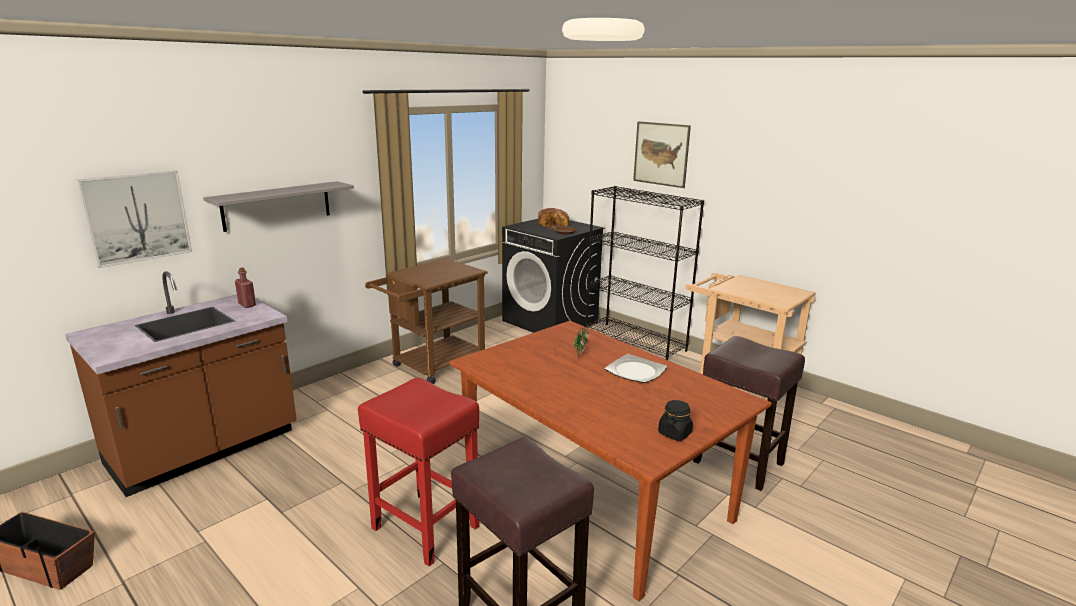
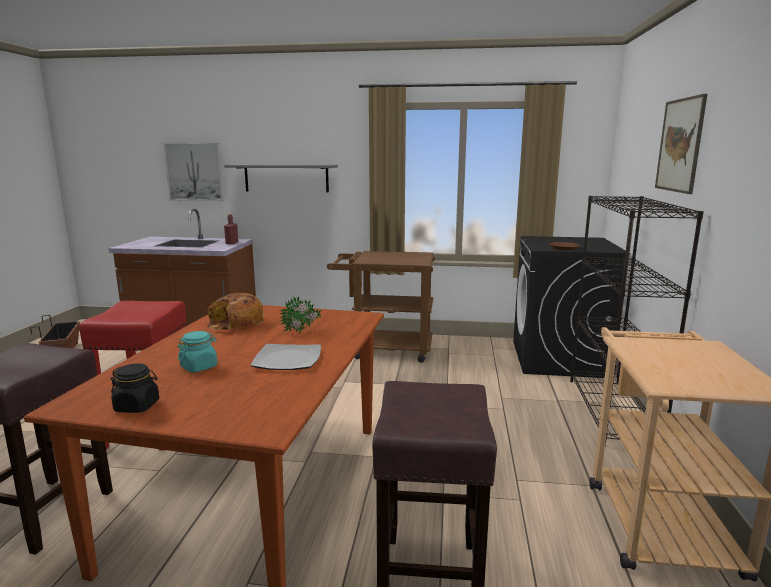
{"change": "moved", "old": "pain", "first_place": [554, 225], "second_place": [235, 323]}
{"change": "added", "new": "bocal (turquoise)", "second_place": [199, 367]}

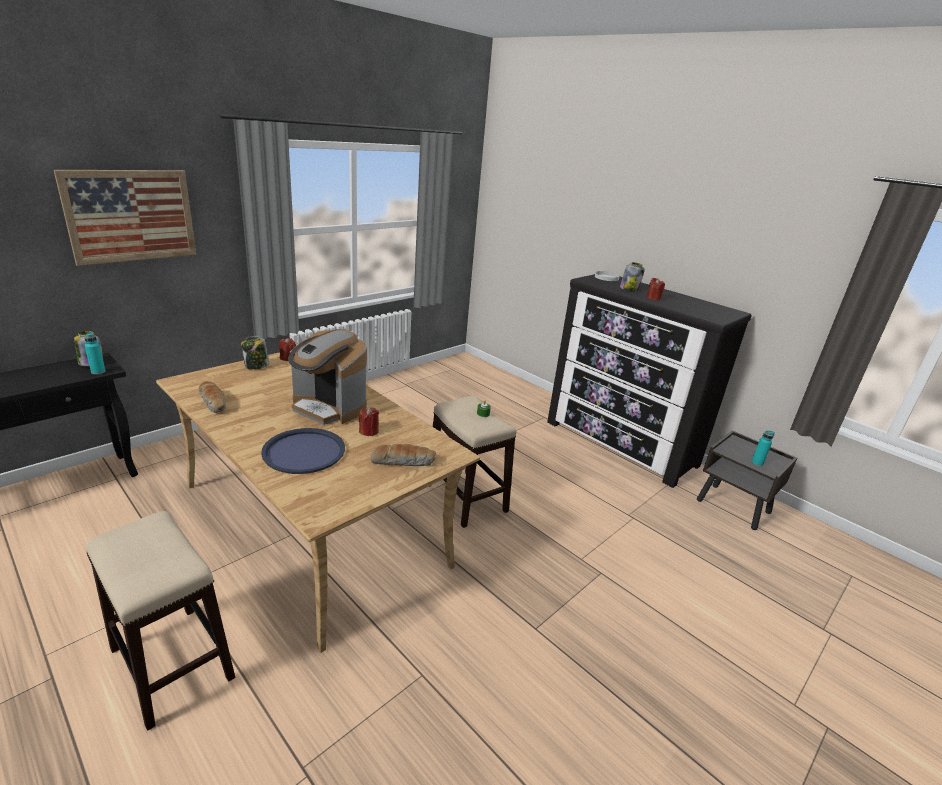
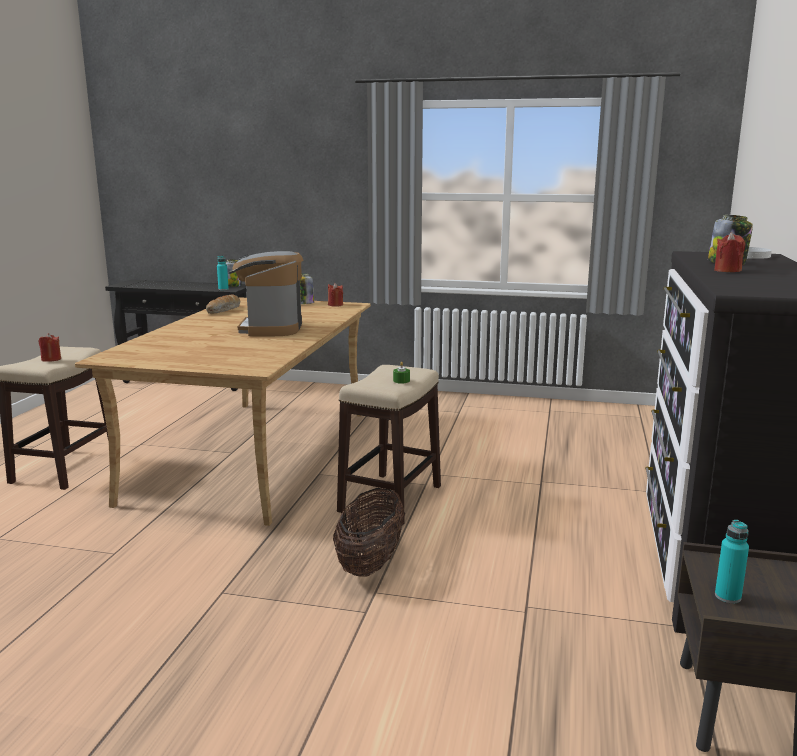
{"change": "removed", "old": "tableau", "first_place": [131, 216]}
{"change": "removed", "old": "plateau (bleu)", "first_place": [304, 451]}
{"change": "moved", "old": "bougie (rouge)", "first_place": [369, 431], "second_place": [51, 359]}
{"change": "removed", "old": "pain", "first_place": [403, 461]}
{"change": "added", "new": "panier", "second_place": [370, 562]}

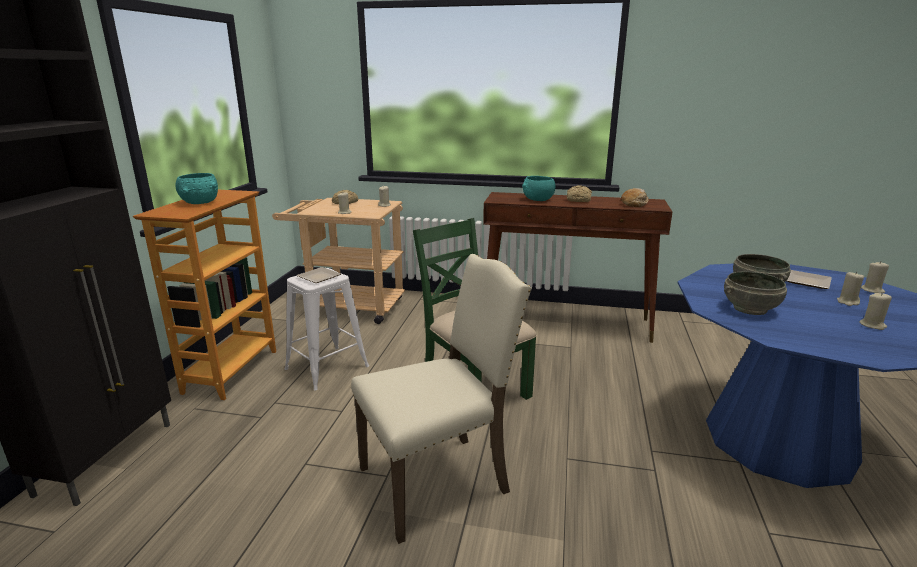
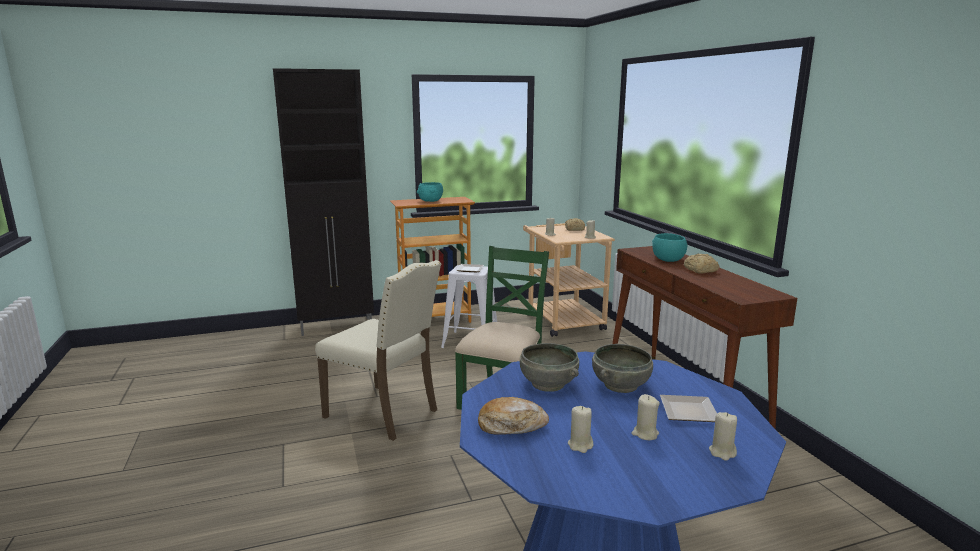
{"change": "moved", "old": "pain", "first_place": [634, 203], "second_place": [511, 425]}

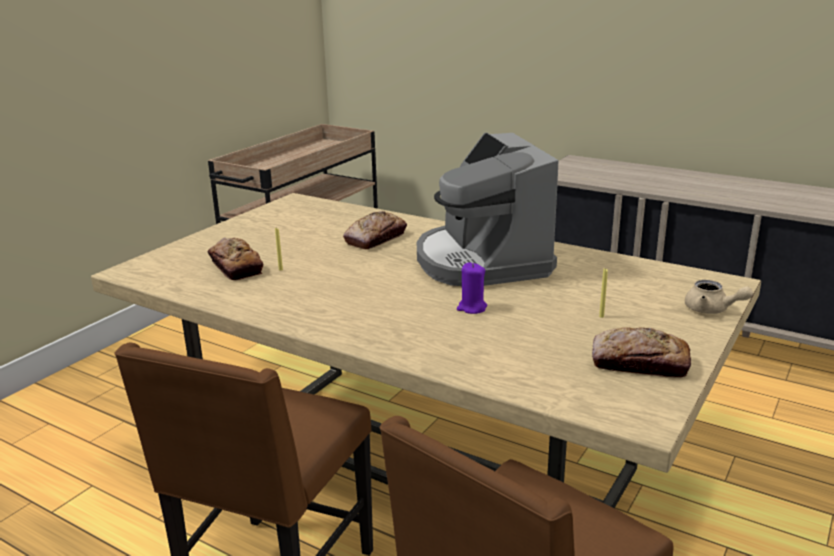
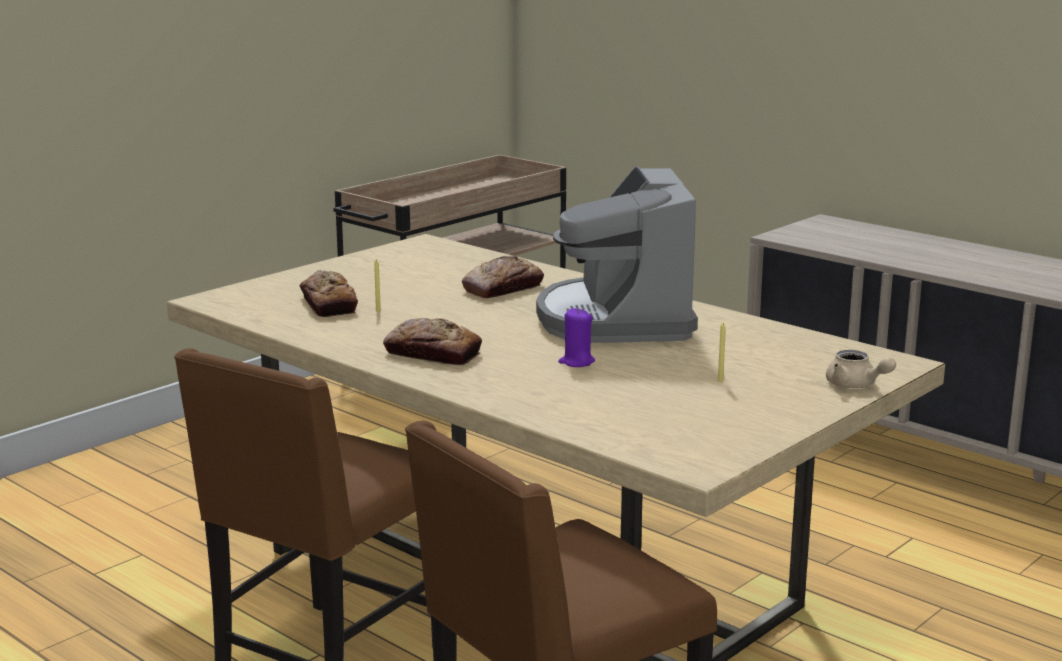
{"change": "moved", "old": "pain", "first_place": [639, 363], "second_place": [432, 353]}

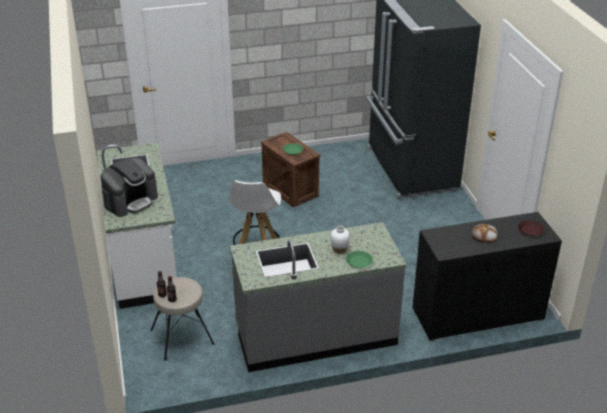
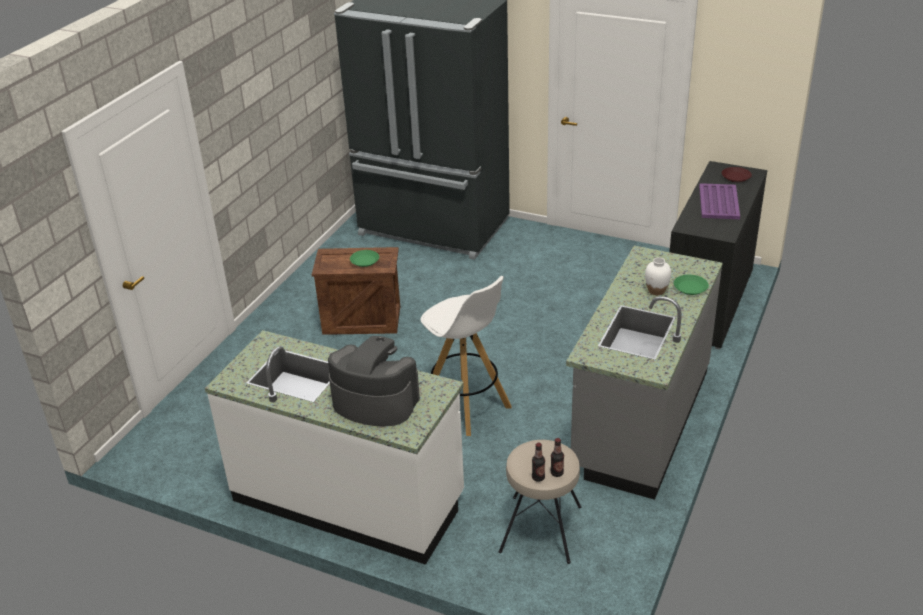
{"change": "turned", "old": "machine à café", "first_place": [131, 201], "second_place": [375, 402], "degrees": -60}
{"change": "replaced", "old": "pain", "new": "plateau (violet)", "first_place": [484, 235], "second_place": [719, 202]}

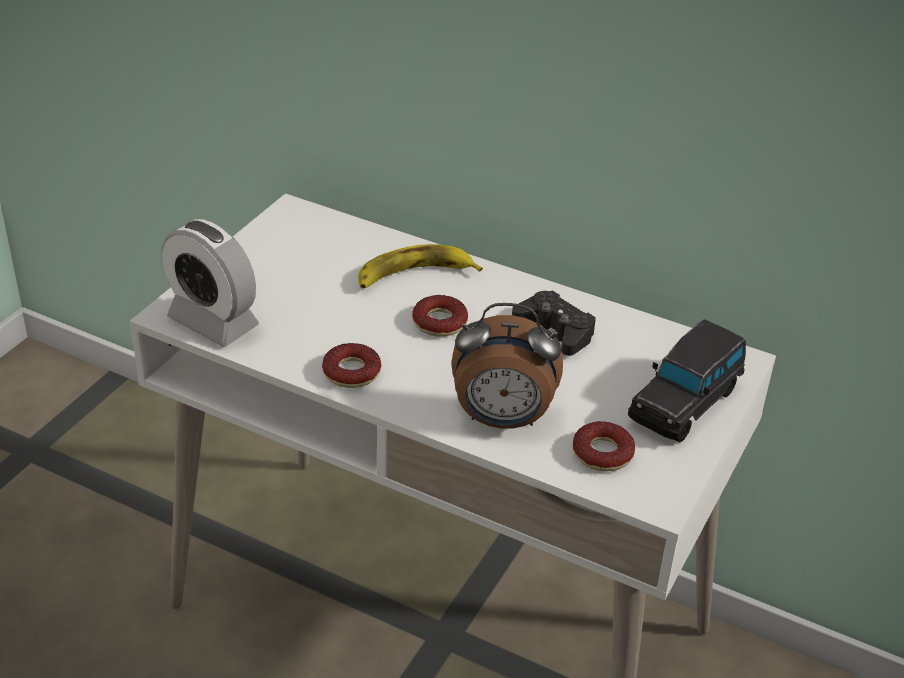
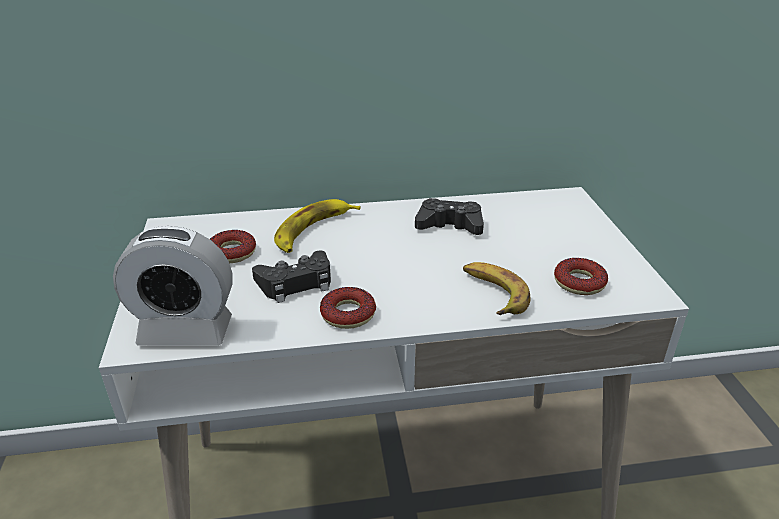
{"change": "moved", "old": "beignet", "first_place": [439, 322], "second_place": [232, 252]}
{"change": "replaced", "old": "réveil", "new": "banane", "first_place": [502, 420], "second_place": [493, 293]}
{"change": "removed", "old": "petite voiture (noir)", "first_place": [686, 403]}
{"change": "added", "new": "manette (noir)", "second_place": [296, 283]}

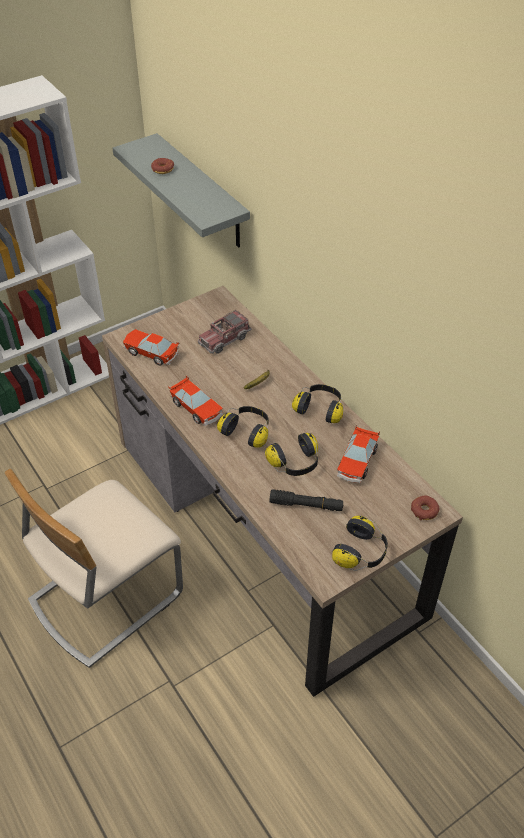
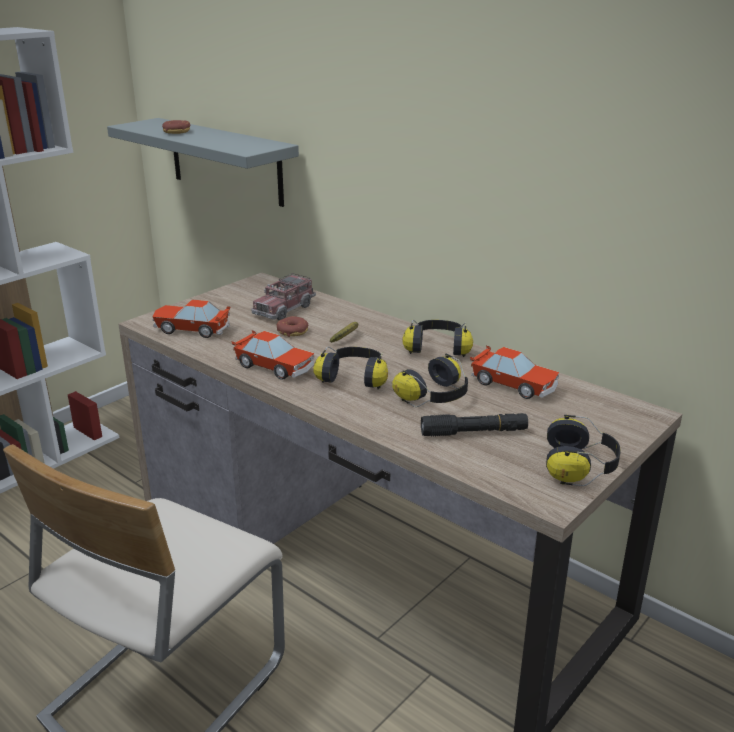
{"change": "turned", "old": "petite voiture", "first_place": [357, 462], "second_place": [514, 385], "degrees": -60}
{"change": "moved", "old": "beignet", "first_place": [424, 511], "second_place": [293, 331]}

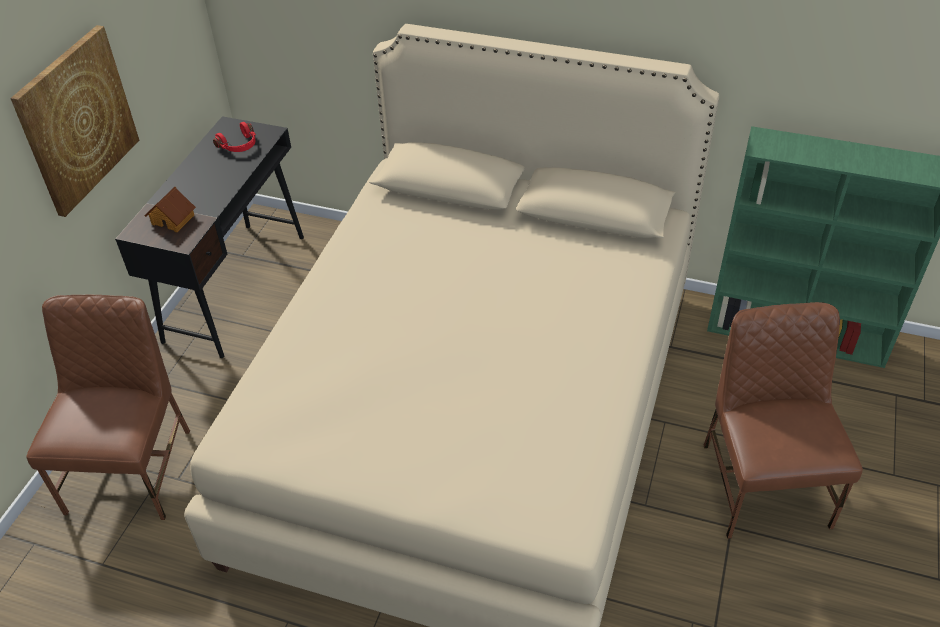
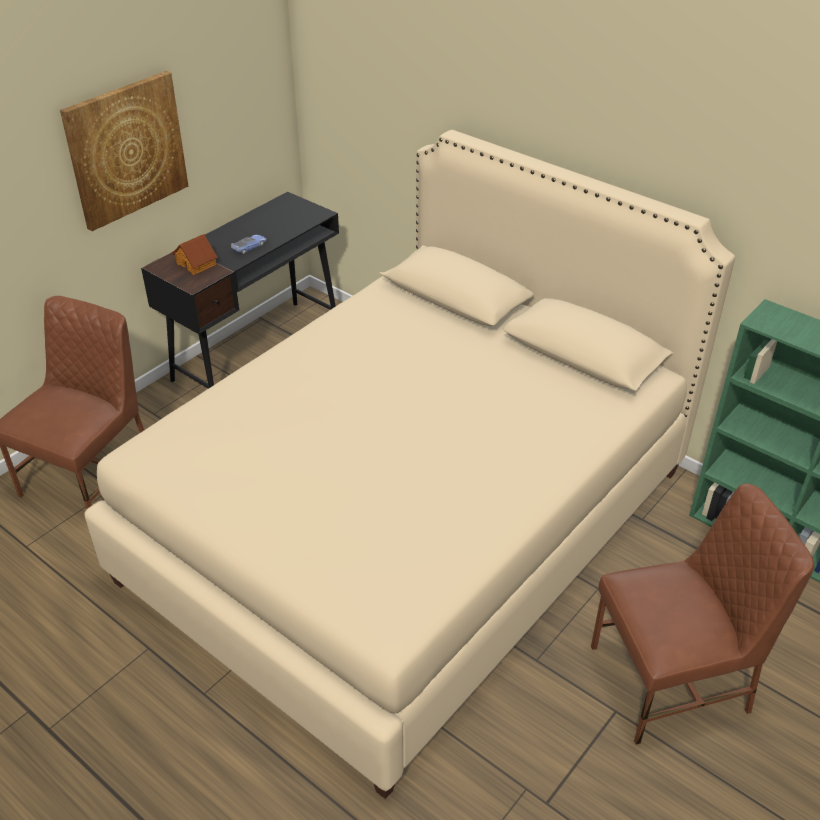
{"change": "removed", "old": "casque audio (rouge)", "first_place": [239, 146]}
{"change": "turned", "old": "chaise (marron)", "first_place": [763, 483], "second_place": [673, 680], "degrees": 60}
{"change": "added", "new": "petite voiture", "second_place": [249, 246]}

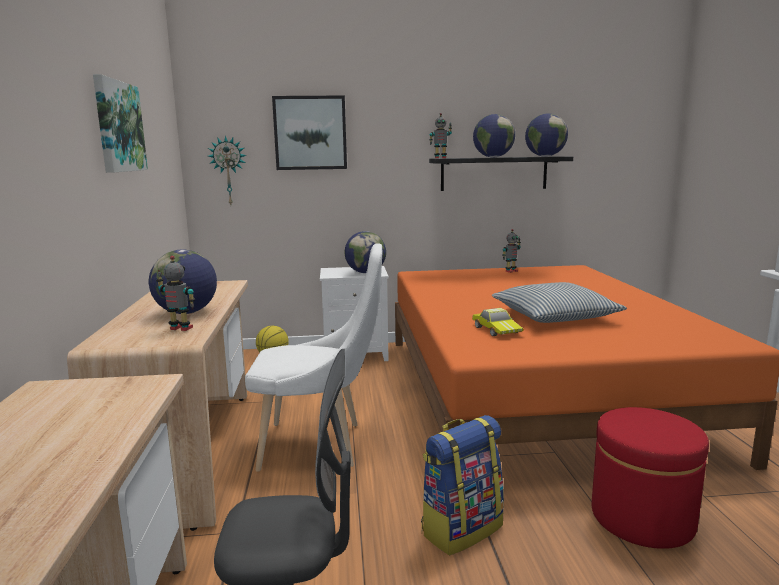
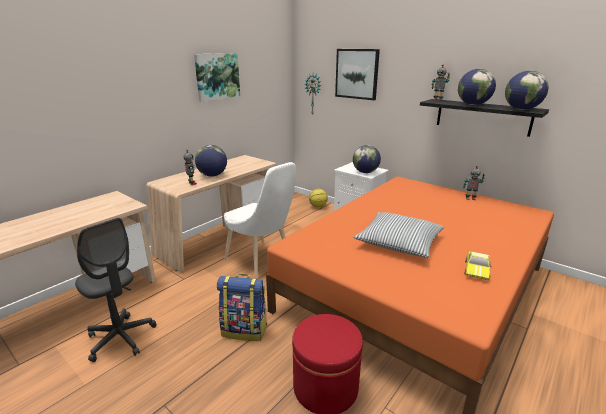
{"change": "moved", "old": "petite voiture", "first_place": [497, 329], "second_place": [477, 270]}

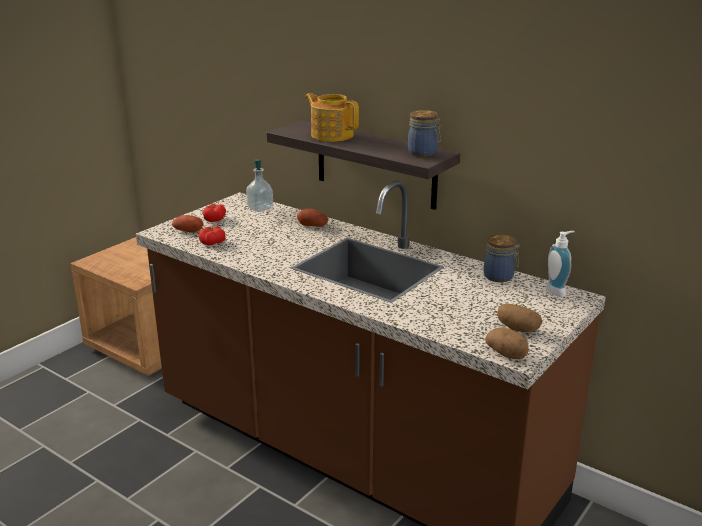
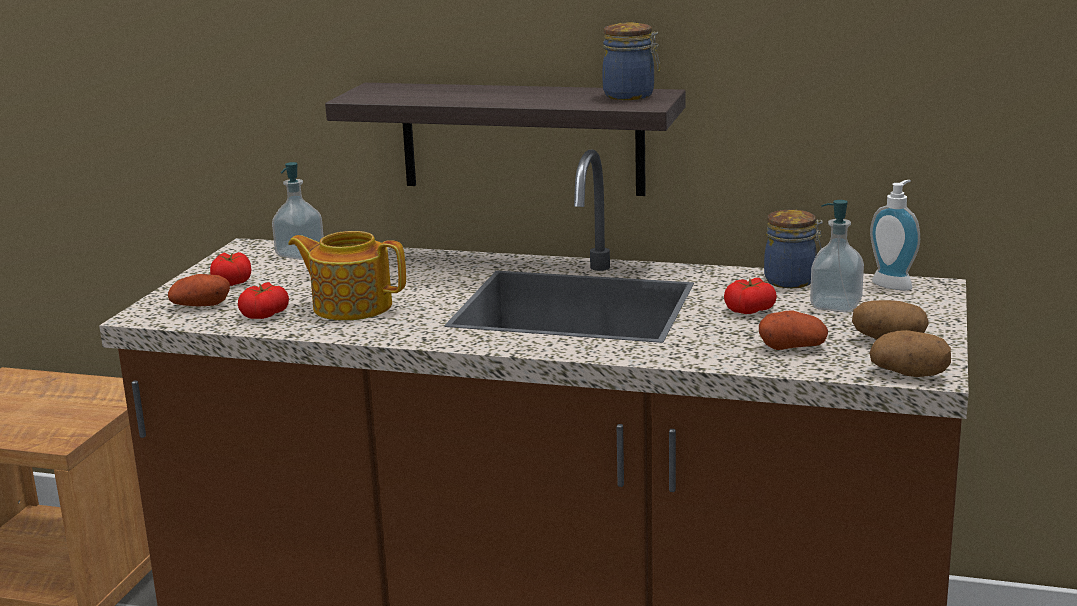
{"change": "moved", "old": "pomme de terre", "first_place": [312, 225], "second_place": [792, 347]}
{"change": "moved", "old": "théière", "first_place": [332, 135], "second_place": [351, 306]}
{"change": "added", "new": "tomate", "second_place": [749, 310]}
{"change": "added", "new": "distributeur de savon", "second_place": [835, 305]}

